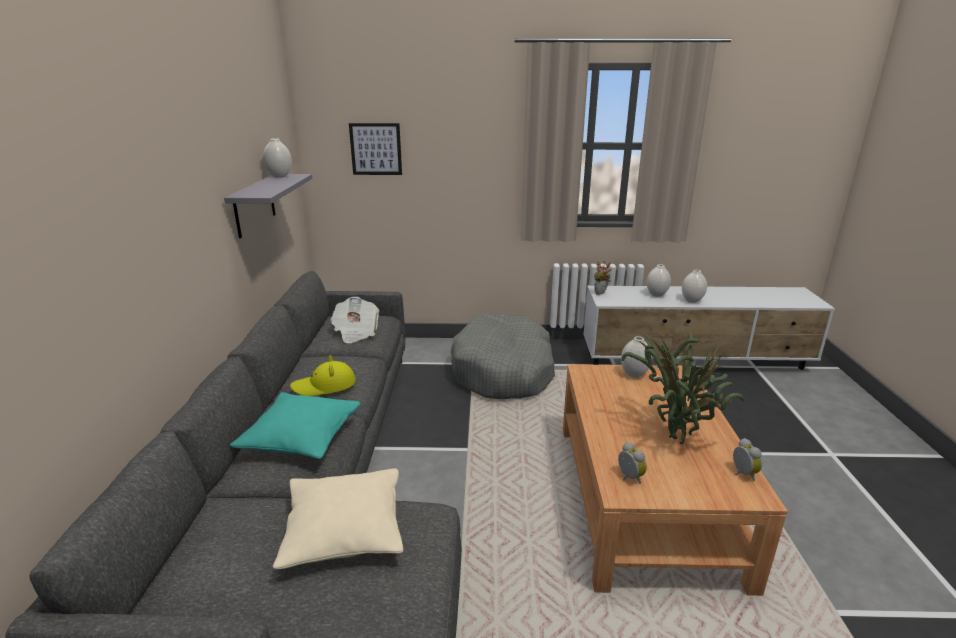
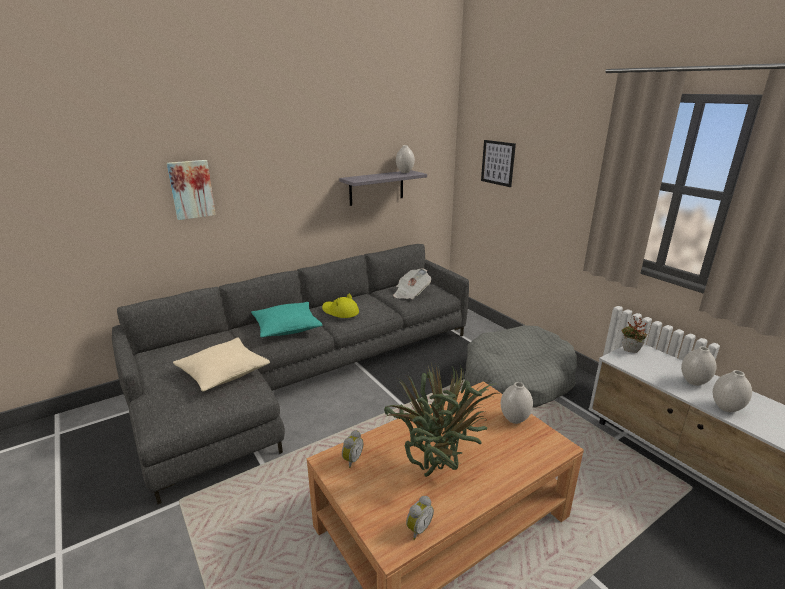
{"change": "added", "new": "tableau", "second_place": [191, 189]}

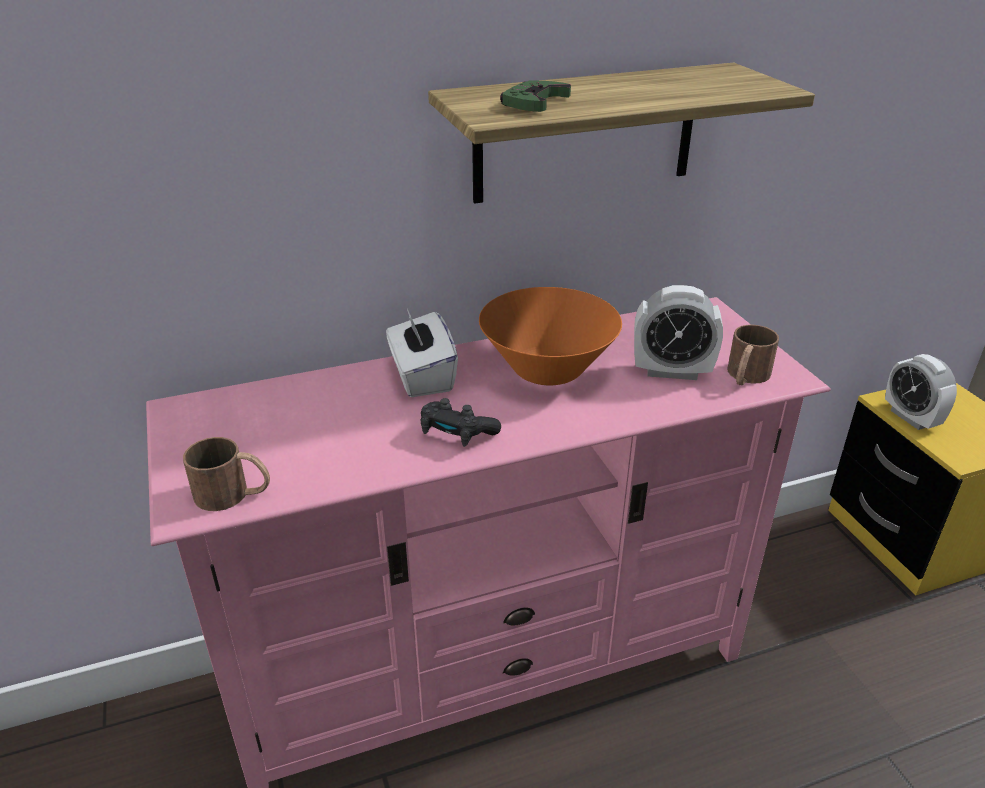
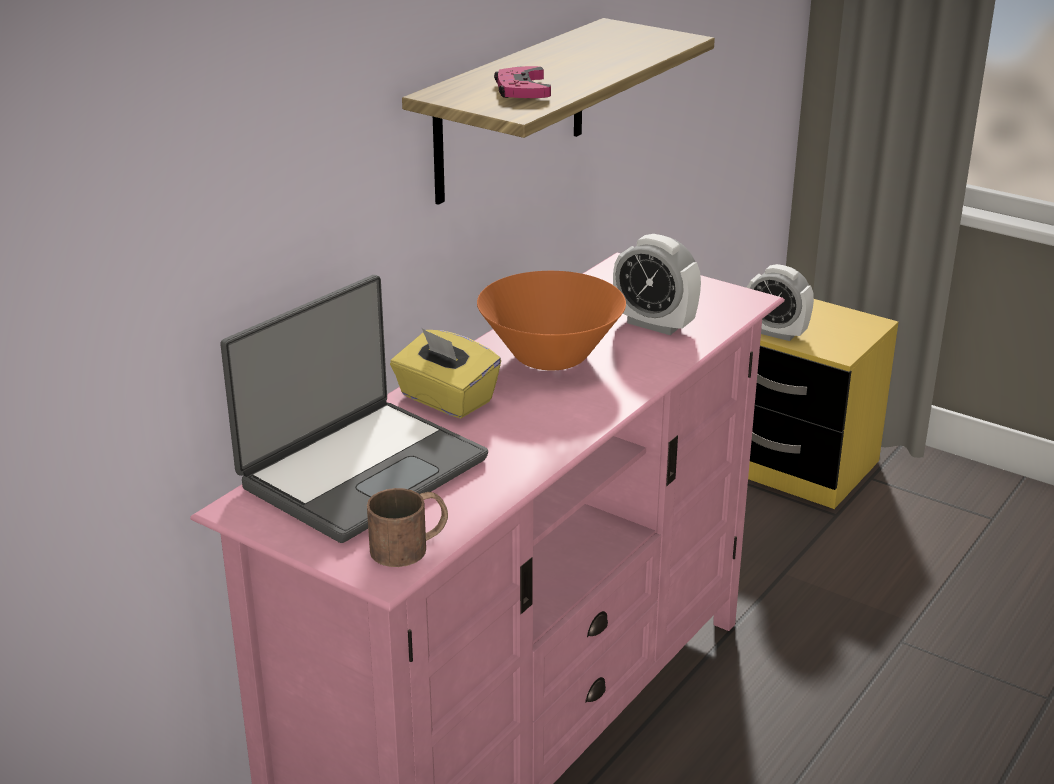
{"change": "recoloured", "old": "boîte à mouchoirs (blanc)", "new": "boîte à mouchoirs (jaune)", "first_place": [422, 377], "second_place": [445, 399]}
{"change": "removed", "old": "manette (noir)", "first_place": [456, 434]}
{"change": "recoloured", "old": "manette (vert)", "new": "manette (rose)", "first_place": [534, 103], "second_place": [522, 90]}
{"change": "turned", "old": "réveil", "first_place": [671, 371], "second_place": [654, 324], "degrees": 60}
{"change": "removed", "old": "mug (marron)", "first_place": [745, 377]}
{"change": "added", "new": "ordinateur portable", "second_place": [361, 471]}

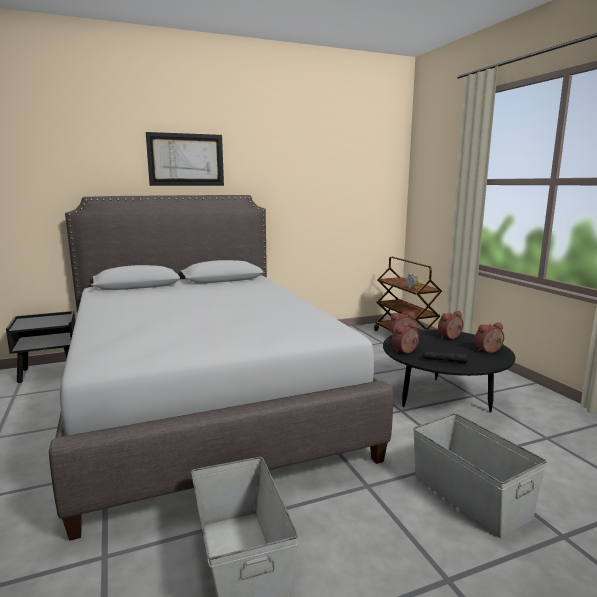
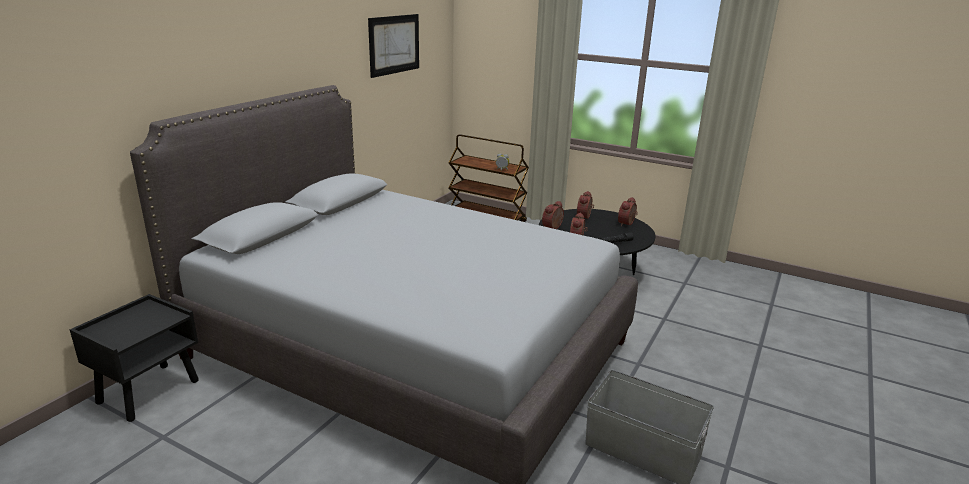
{"change": "moved", "old": "tableau", "first_place": [186, 160], "second_place": [394, 44]}
{"change": "removed", "old": "boîte de rangement (gris)", "first_place": [470, 496]}

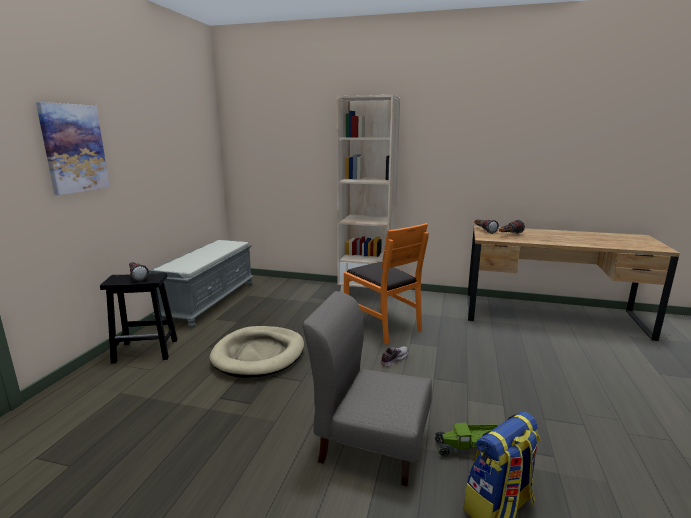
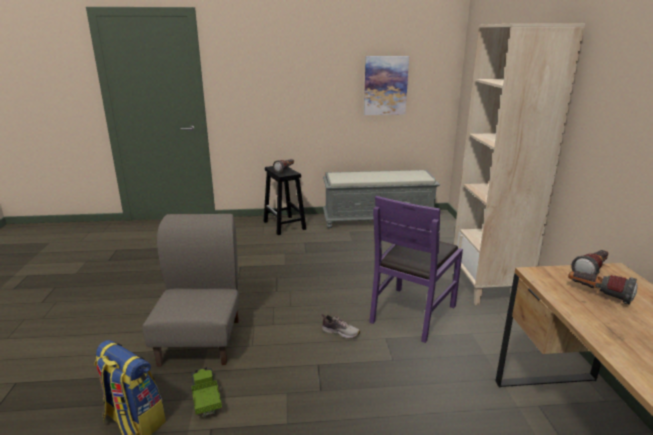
{"change": "moved", "old": "tableau", "first_place": [74, 148], "second_place": [385, 85]}
{"change": "removed", "old": "panier pour chien (beige)", "first_place": [259, 354]}
{"change": "recoloured", "old": "chaise (orange)", "new": "chaise (violet)", "first_place": [382, 325], "second_place": [412, 313]}

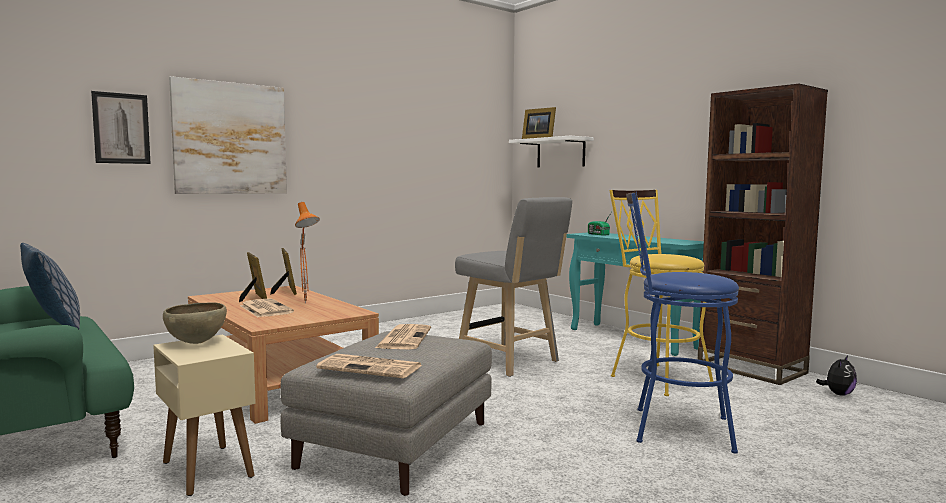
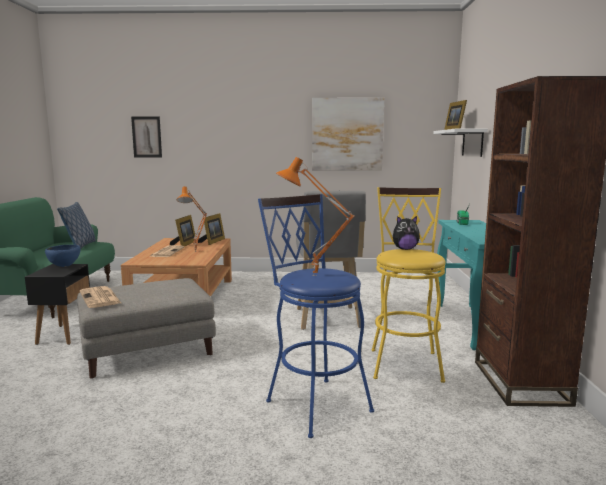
{"change": "recoloured", "old": "table d'appoint (beige)", "new": "table d'appoint (noir)", "first_place": [207, 469], "second_place": [64, 334]}
{"change": "recoloured", "old": "bol (marron)", "new": "bol (bleu)", "first_place": [196, 342], "second_place": [64, 266]}
{"change": "moved", "old": "tableau", "first_place": [230, 138], "second_place": [347, 134]}
{"change": "removed", "old": "journal", "first_place": [404, 338]}
{"change": "moved", "old": "peluche", "first_place": [838, 394], "second_place": [405, 249]}
{"change": "added", "new": "lampe de table (orange)", "second_place": [313, 276]}

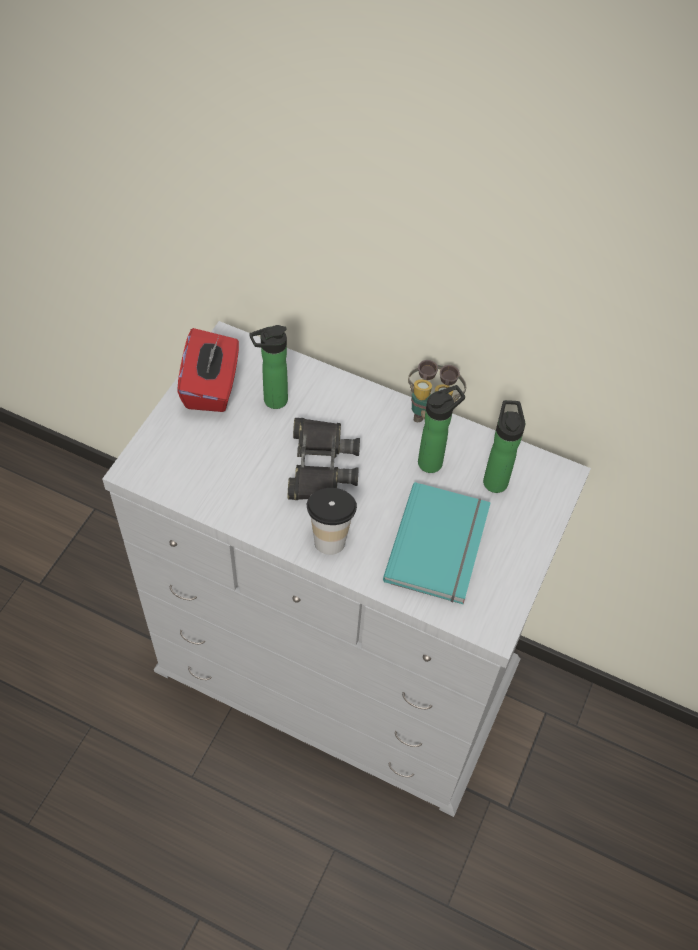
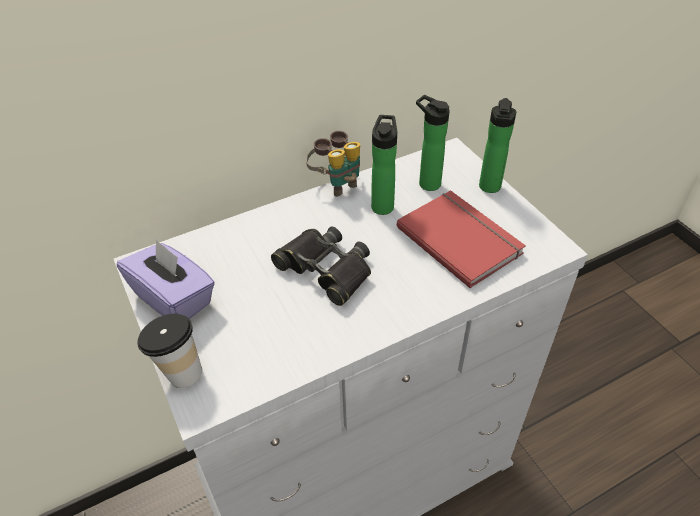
{"change": "recoloured", "old": "boîte à mouchoirs (rouge)", "new": "boîte à mouchoirs (violet)", "first_place": [211, 387], "second_place": [174, 298]}
{"change": "moved", "old": "bouteille", "first_place": [272, 401], "second_place": [489, 188]}
{"change": "moved", "old": "tasse", "first_place": [330, 536], "second_place": [179, 370]}
{"change": "recoloured", "old": "livre (turquoise)", "new": "livre (rouge)", "first_place": [441, 545], "second_place": [461, 238]}

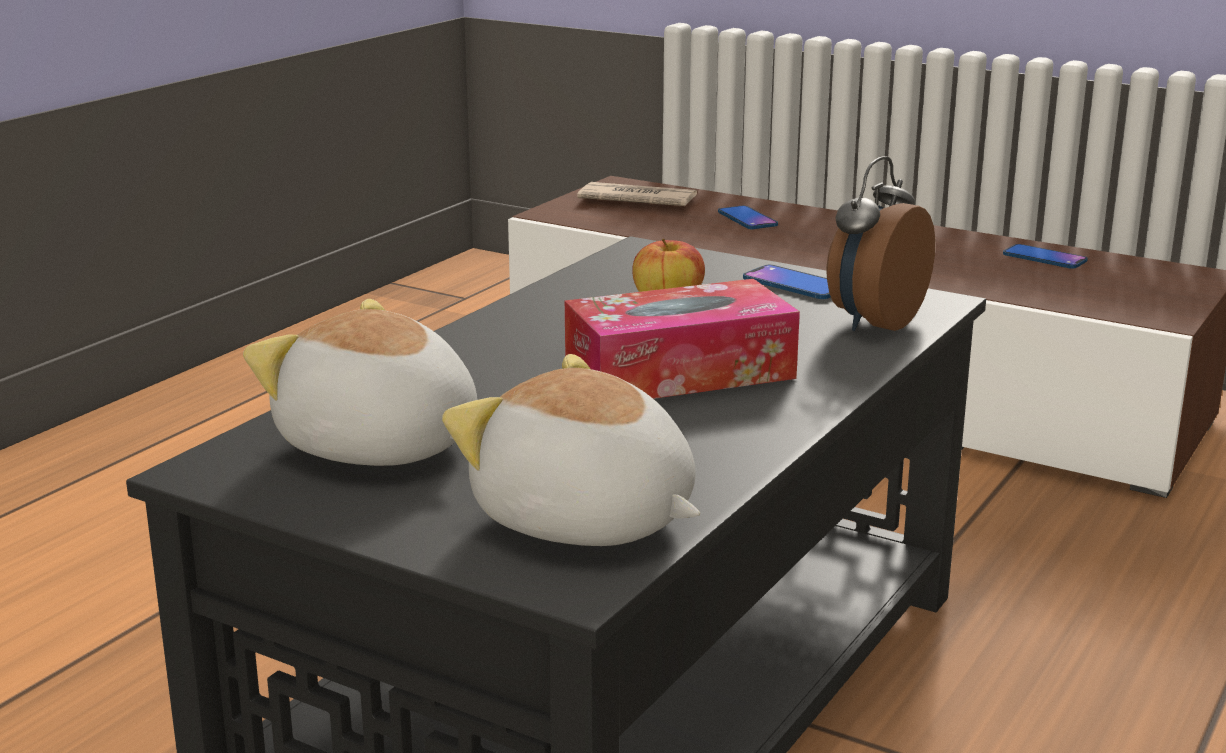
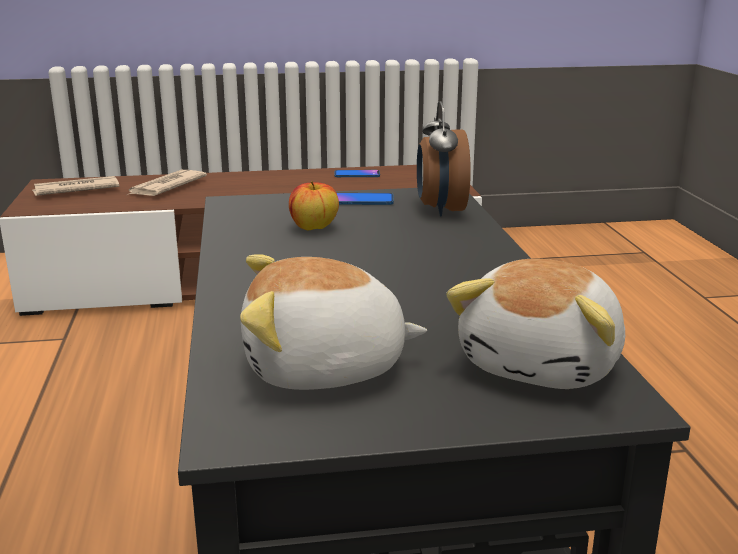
{"change": "turned", "old": "peluche", "first_place": [584, 520], "second_place": [543, 364], "degrees": -60}
{"change": "removed", "old": "boîte à mouchoirs", "first_place": [679, 372]}
{"change": "replaced", "old": "téléphone", "new": "journal", "first_place": [747, 219], "second_place": [166, 187]}

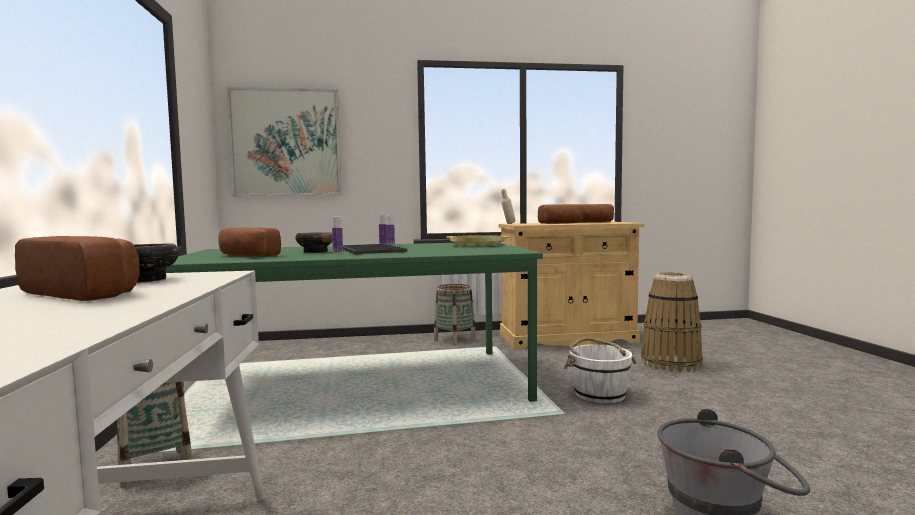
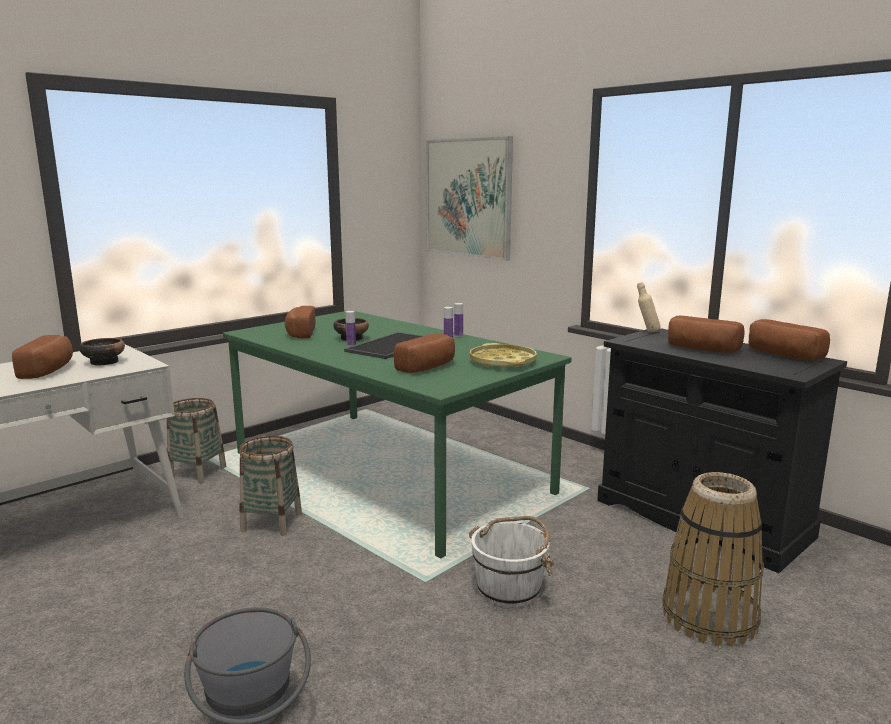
{"change": "moved", "old": "panier", "first_place": [454, 340], "second_place": [272, 522]}
{"change": "recoloured", "old": "meuble de rangement (beige)", "new": "meuble de rangement (noir)", "first_place": [567, 338], "second_place": [701, 518]}
{"change": "added", "new": "pain", "second_place": [429, 367]}

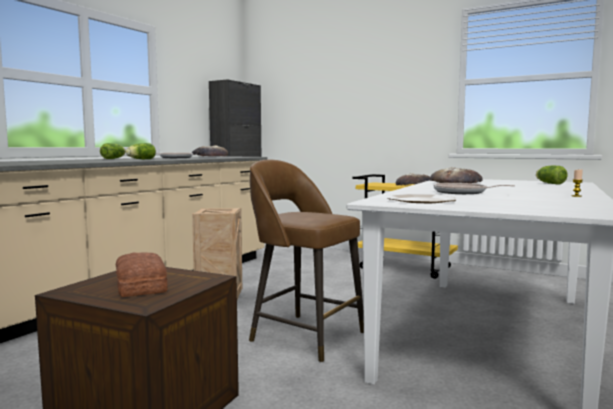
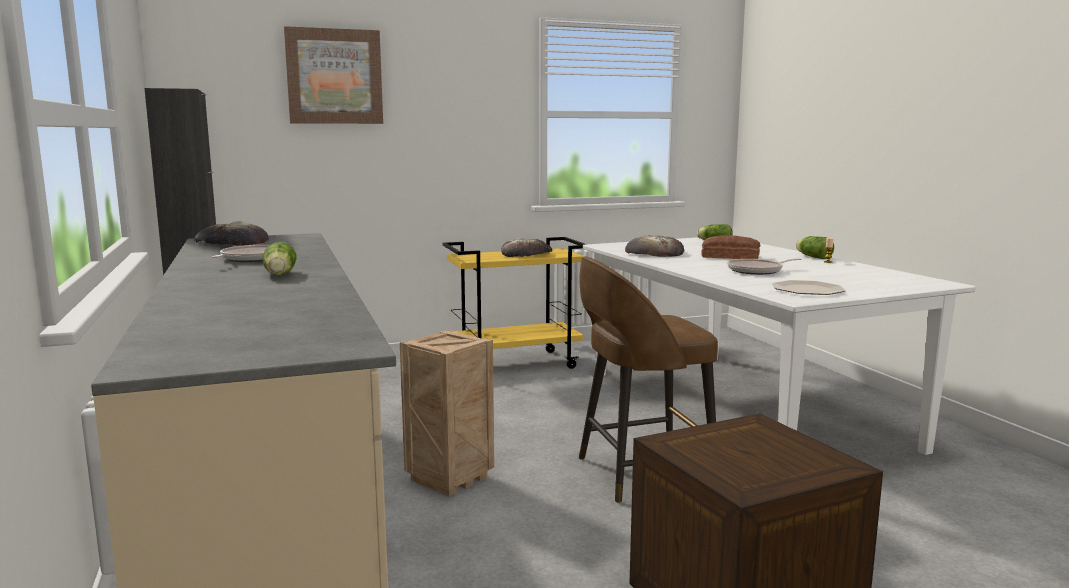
{"change": "moved", "old": "laitue", "first_place": [114, 158], "second_place": [812, 257]}
{"change": "moved", "old": "pain", "first_place": [139, 285], "second_place": [730, 257]}
{"change": "added", "new": "tableau", "second_place": [334, 76]}

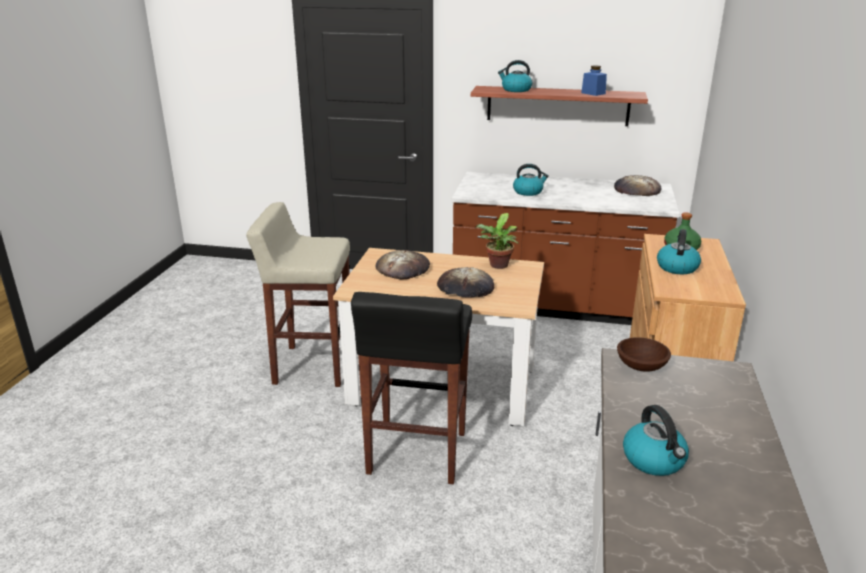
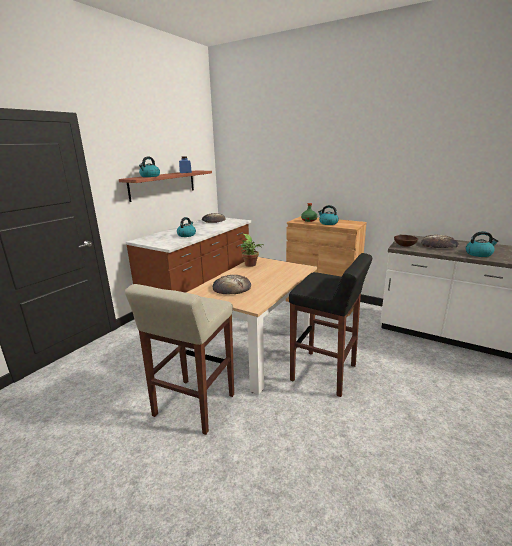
{"change": "moved", "old": "pain", "first_place": [465, 288], "second_place": [439, 245]}

